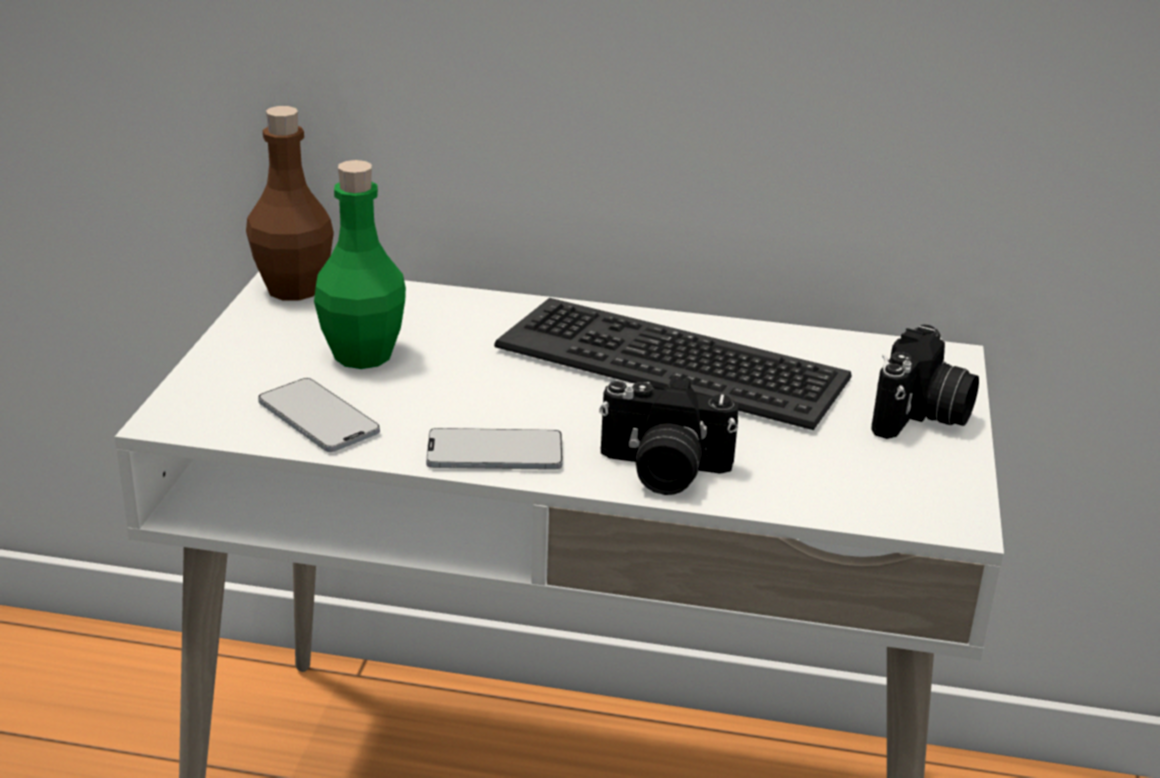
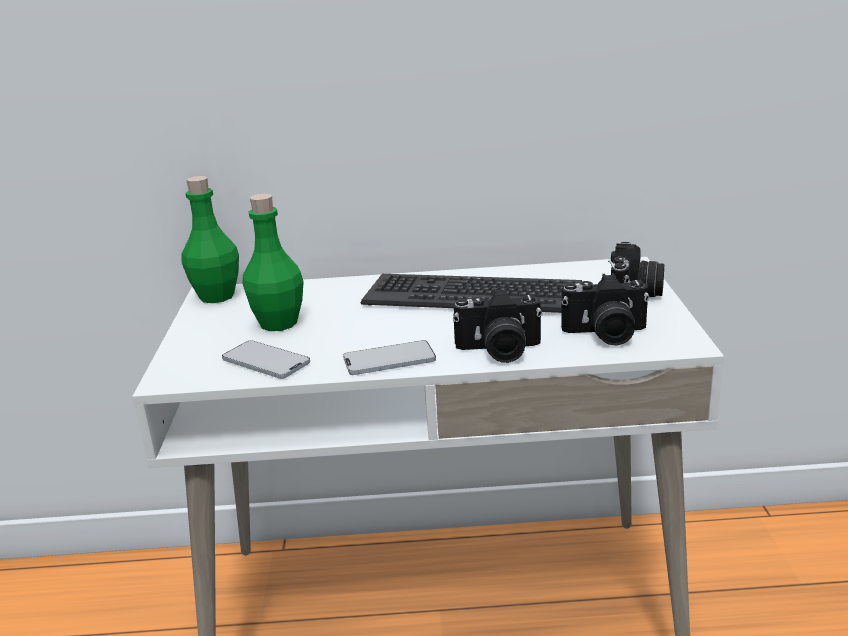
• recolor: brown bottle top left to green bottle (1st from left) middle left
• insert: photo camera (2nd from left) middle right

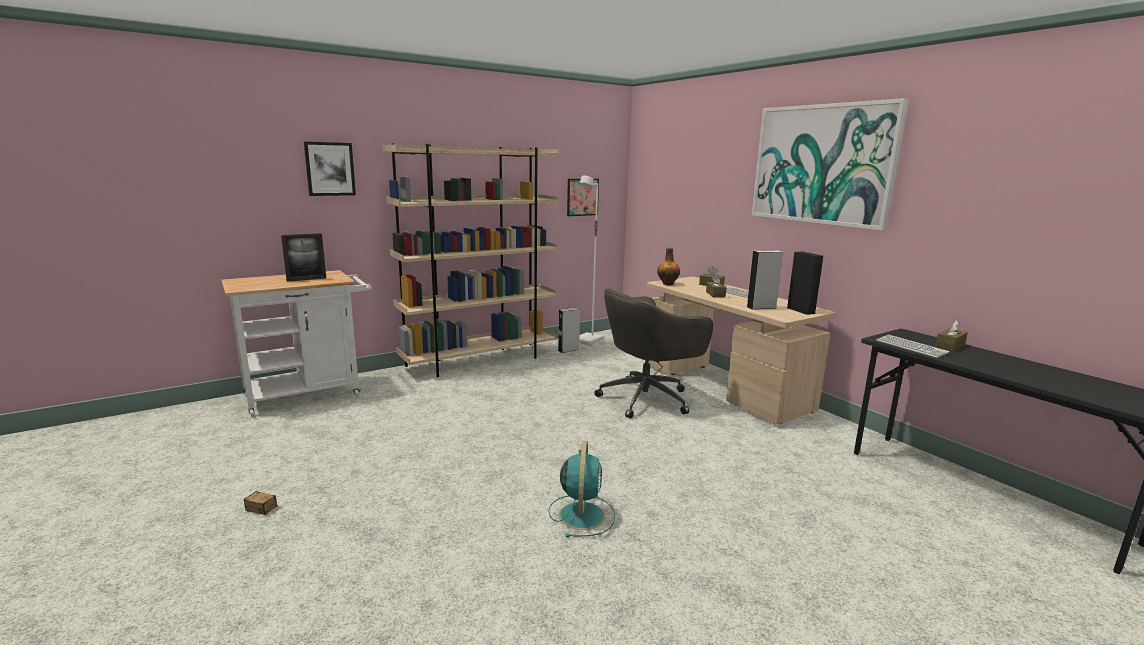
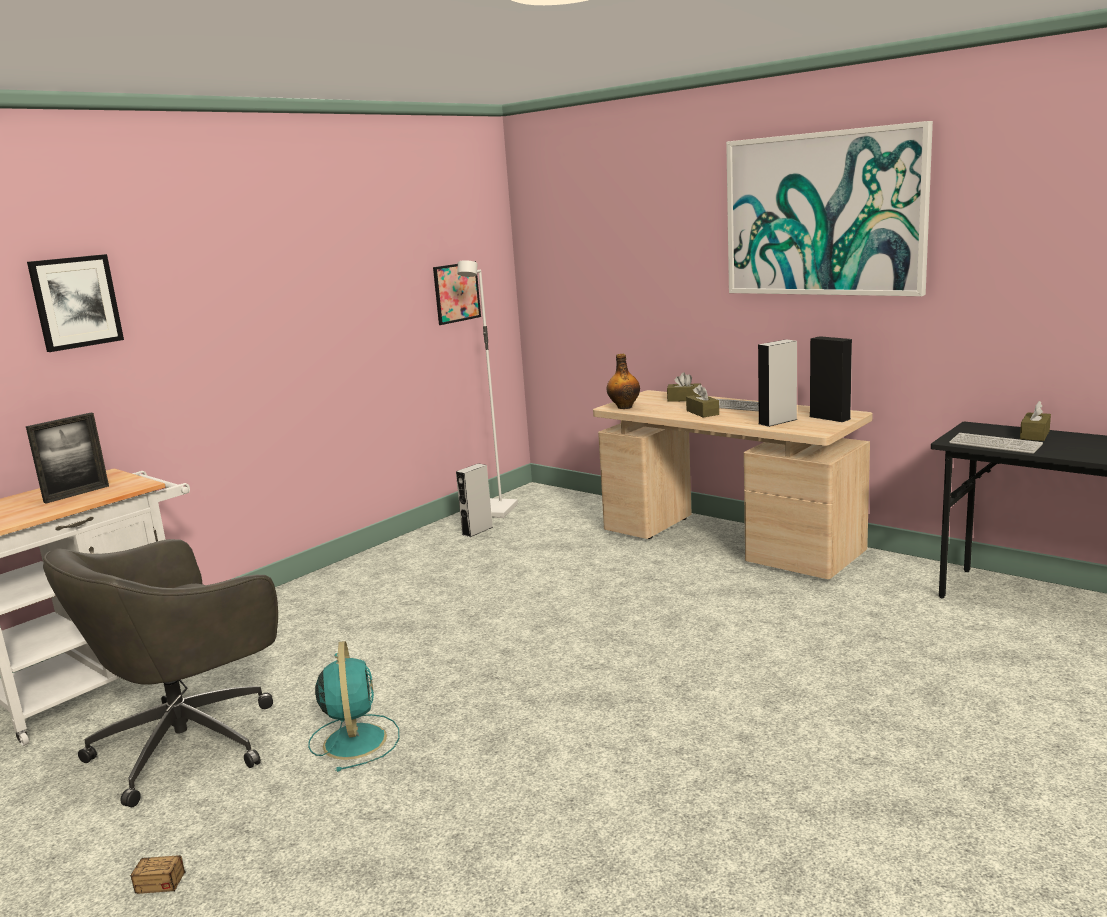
• delete: beige bookcase centre
• move: grey office chair centre to bottom left
• move: turquoise fan bottom centre to bottom left

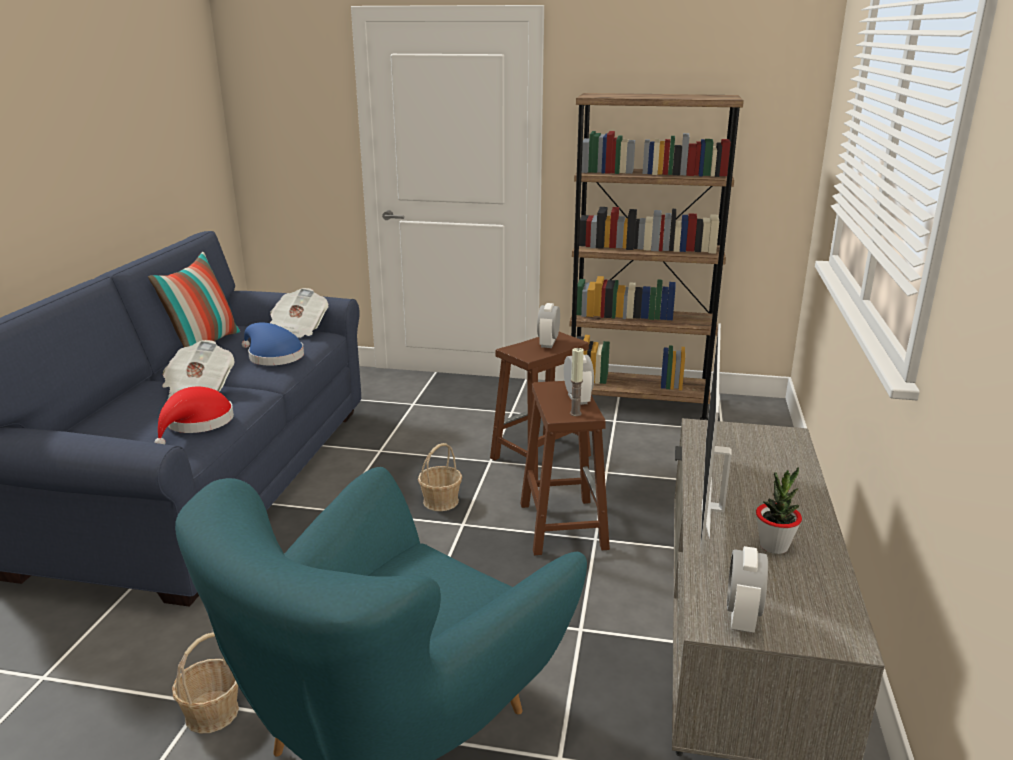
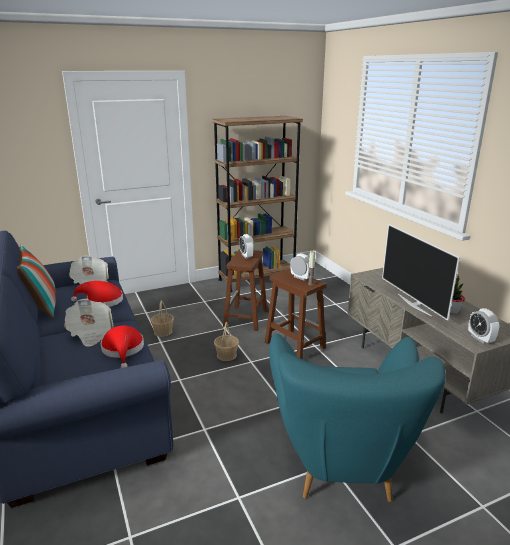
• recolor: blue hat middle left to red hat (1st from left) middle left
• move: basket (1st from left) bottom left to middle left

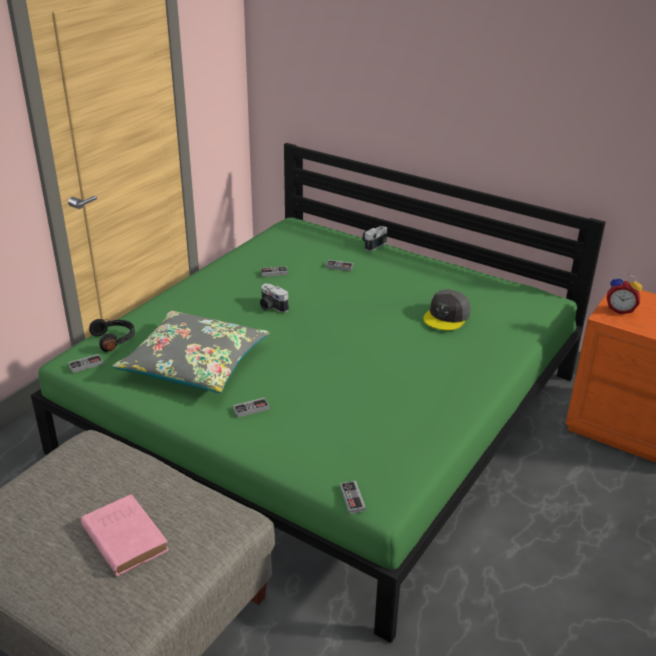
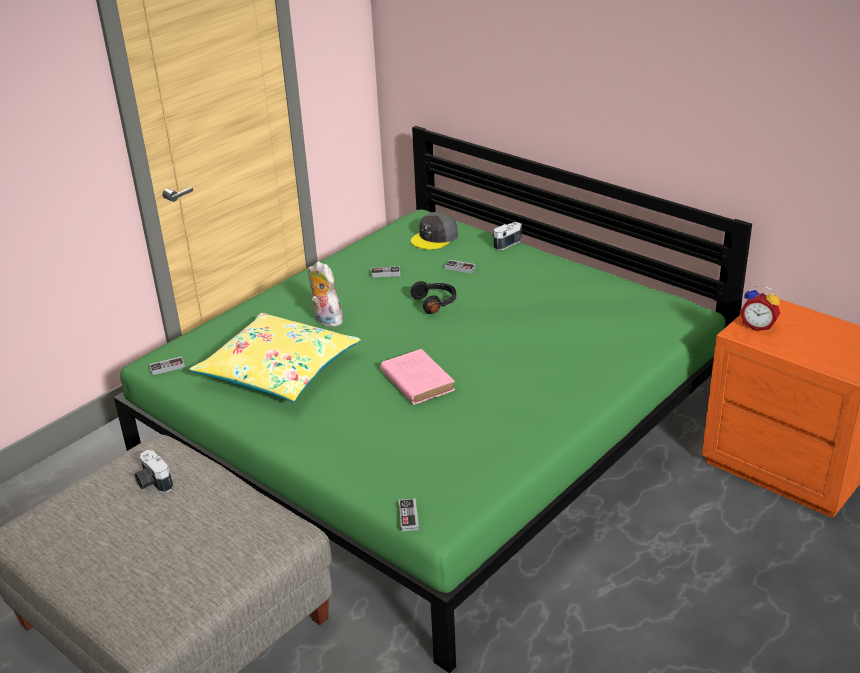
• move: photo camera (1st from left) centre to bottom left
• move: grey cap middle right to centre
• recolor: grey pillow middle left to yellow pillow middle left
• move: black headphones middle left to centre
• delete: game controller (2nd from left) centre
• move: pink book bottom left to centre
• insert: plush toy centre

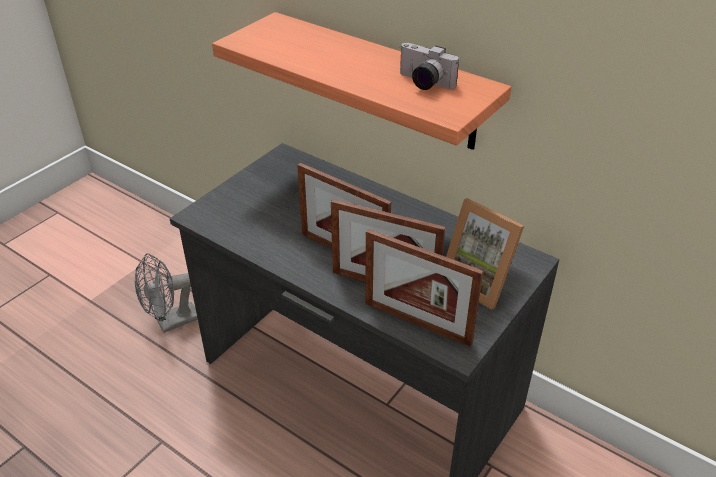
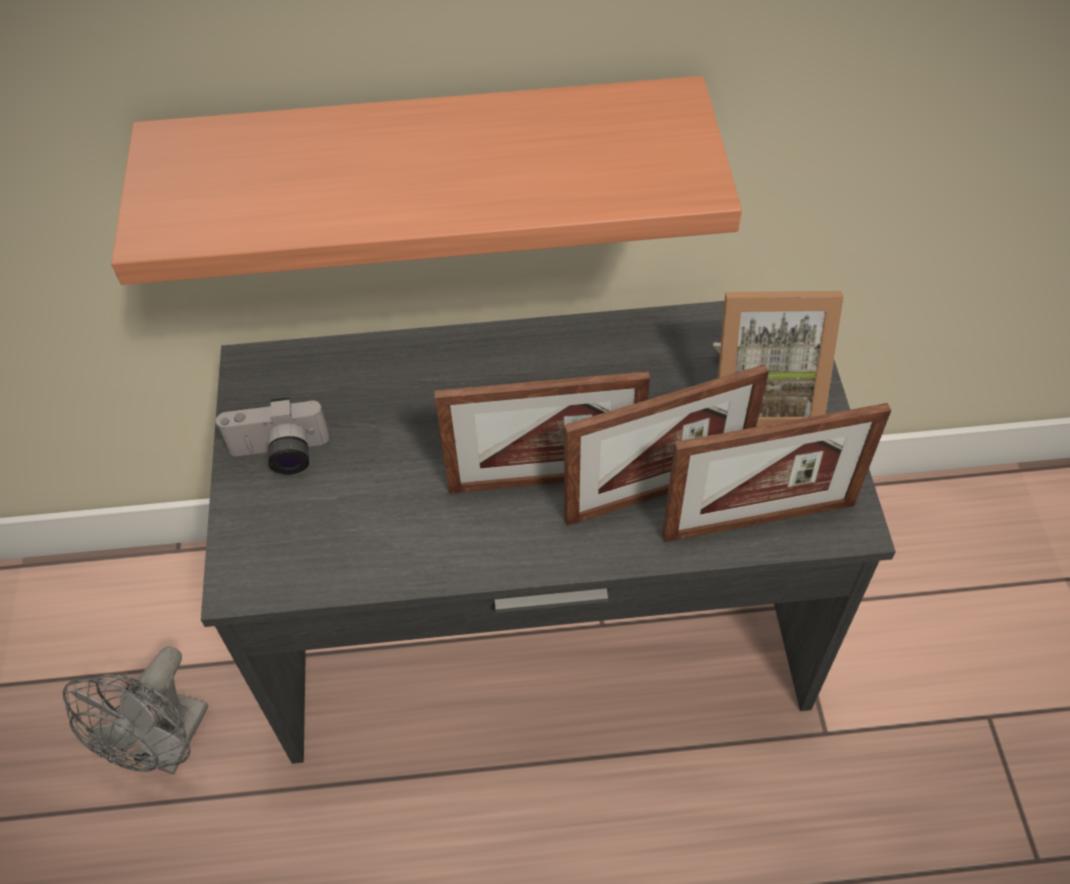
• move: photo camera top centre to middle left

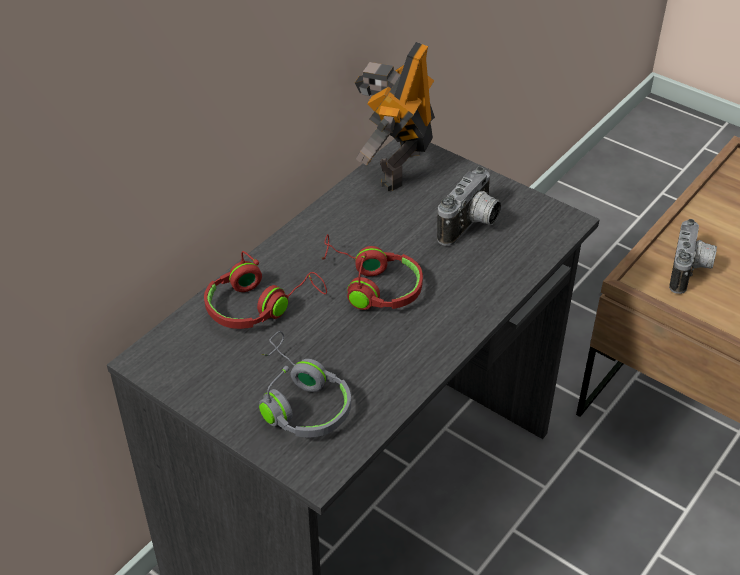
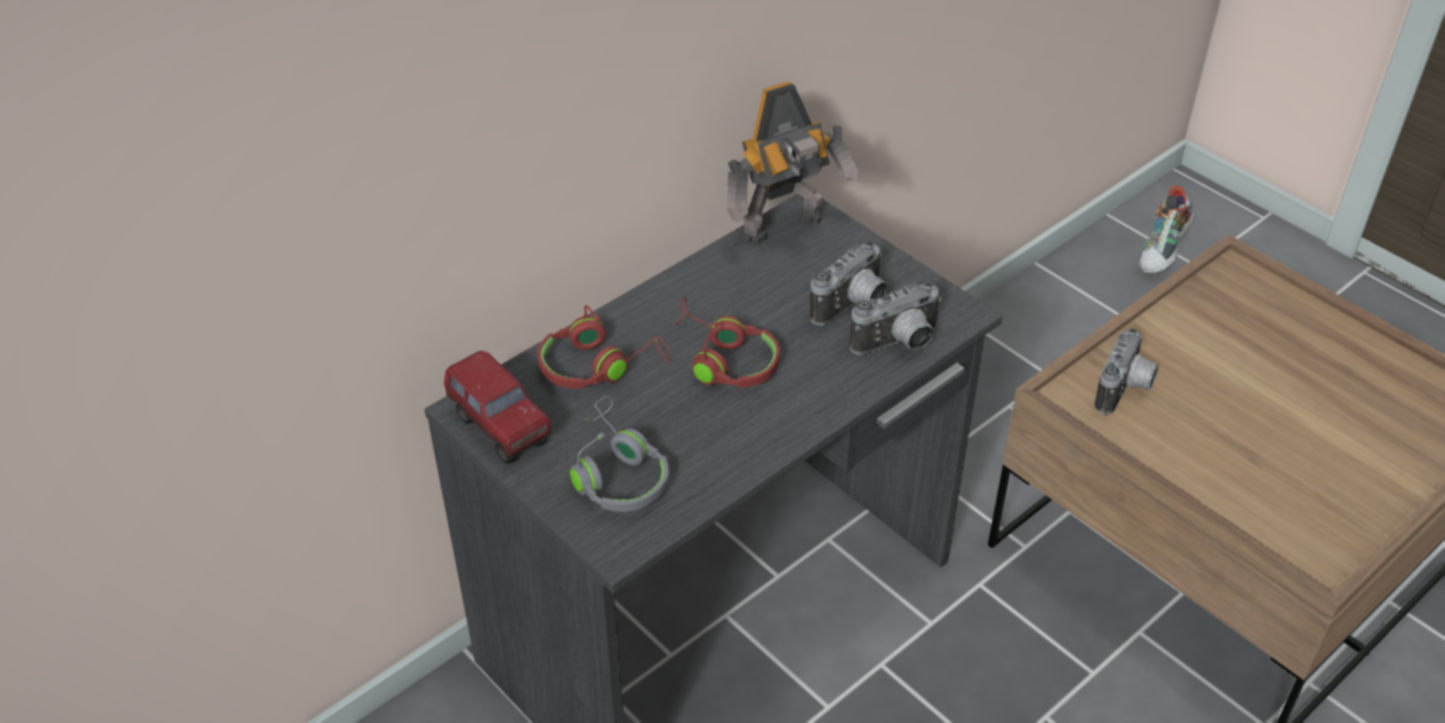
• rotate: toy robot top centre = top centre 150 degrees counterclockwise
• insert: shoe top right
• insert: photo camera (2nd from left) centre
• insert: toy truck centre

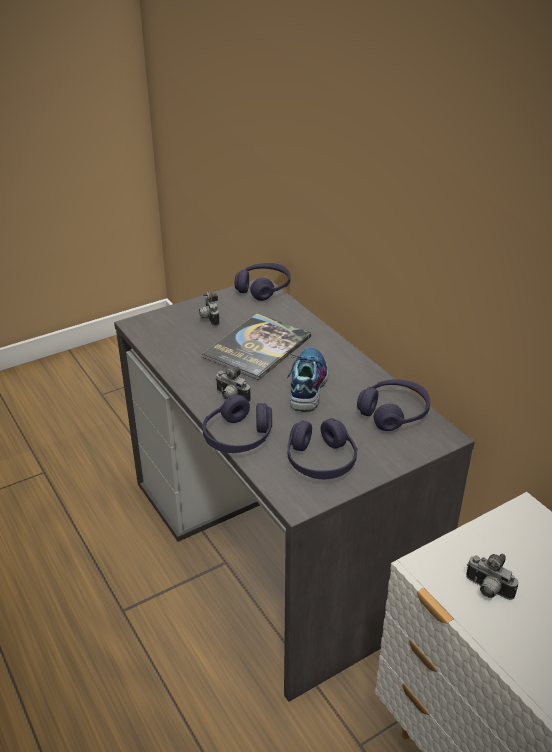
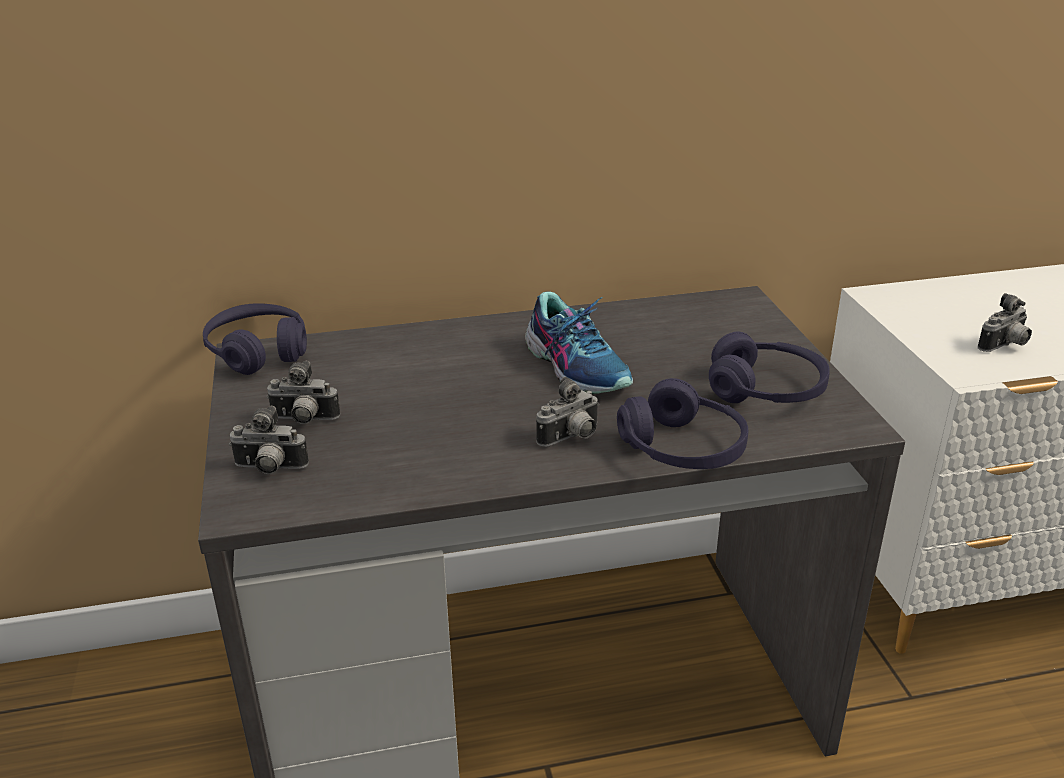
• delete: book centre
• rotate: shoe centre = centre 150 degrees counterclockwise
• delete: purple headphones (4th from left) middle right
• insert: photo camera (1st from left) middle left

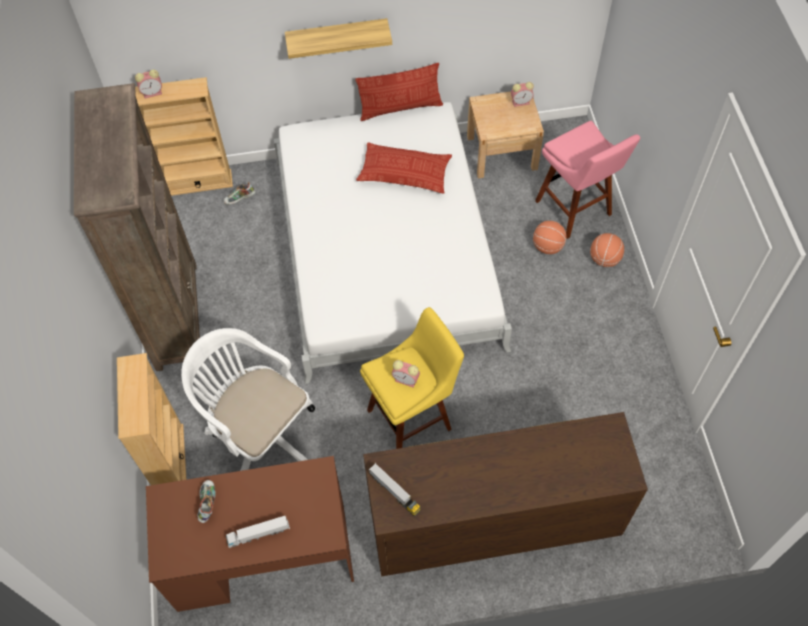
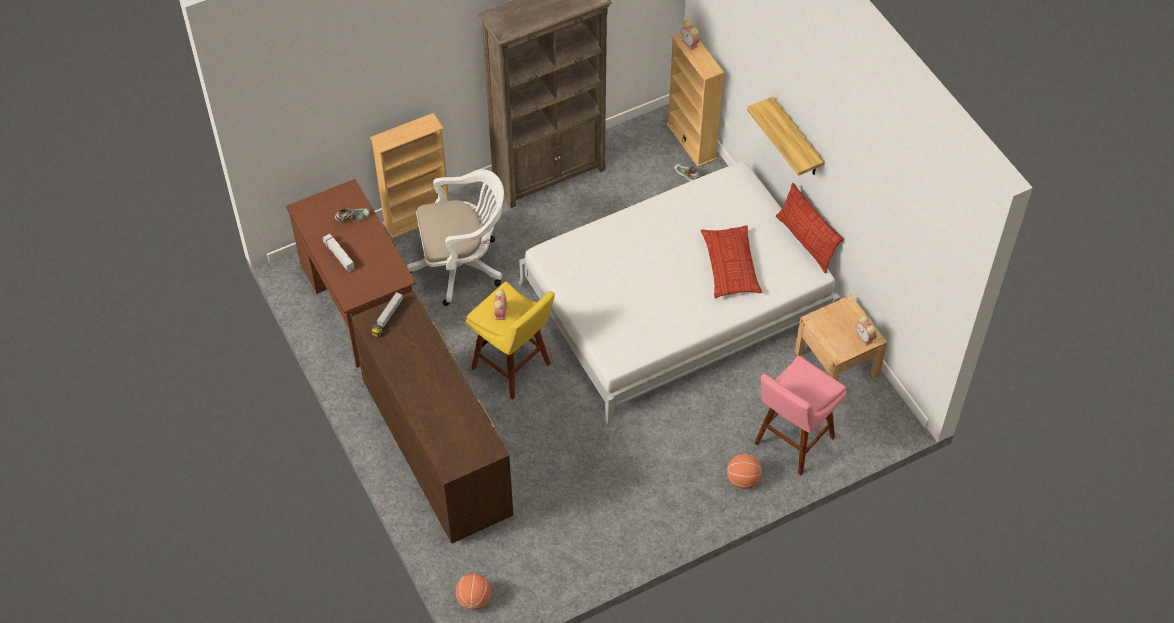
• move: basketball (1st from left) middle right to bottom centre
• rotate: white office chair middle left = centre 60 degrees clockwise

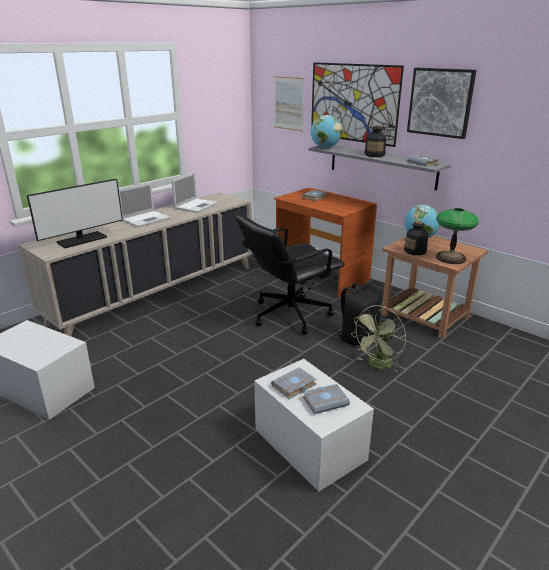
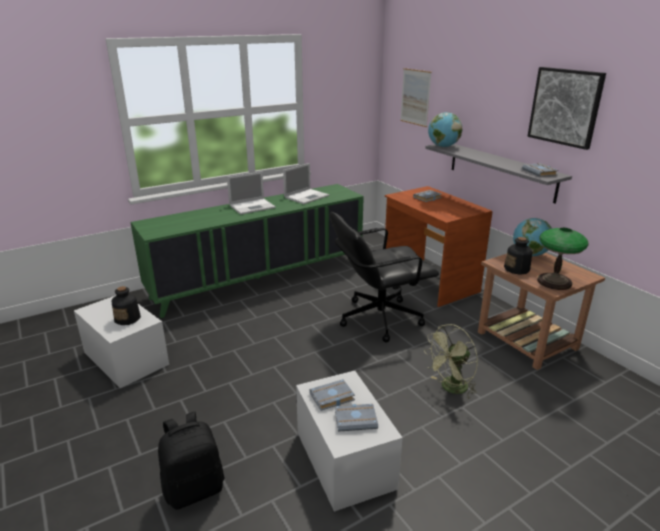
• delete: picture (2nd from left) top centre
• move: bottle (1st from left) top right to middle left
• delete: monitor middle left
• recolor: beige cabinet middle left to green cabinet centre
• move: black backpack centre to bottom left

